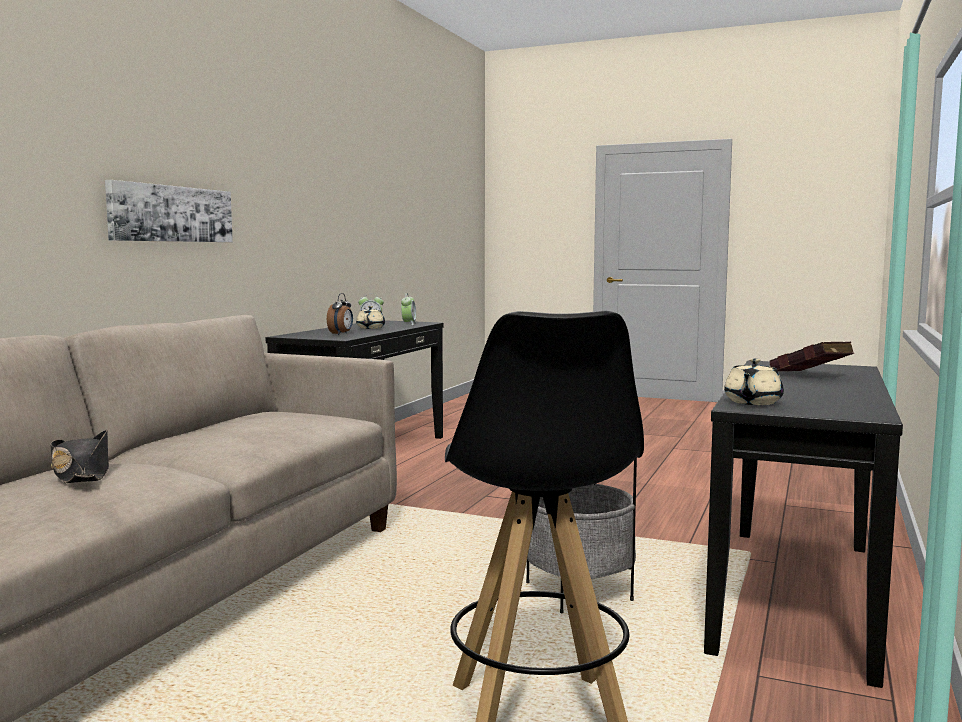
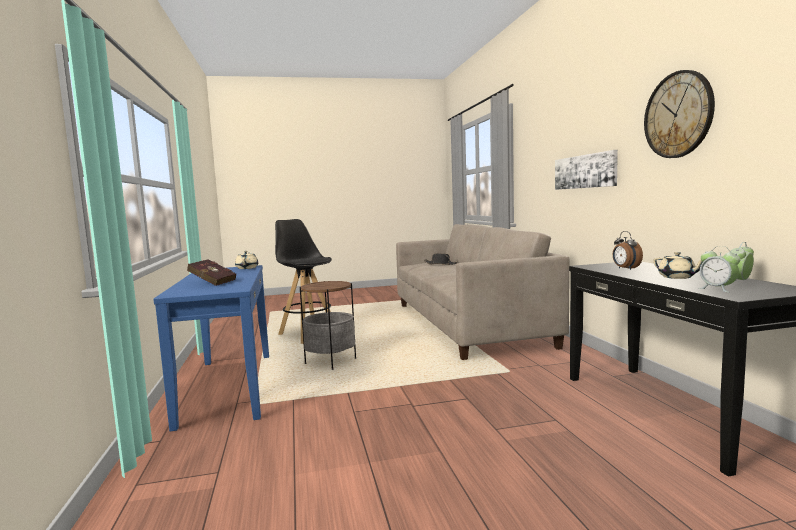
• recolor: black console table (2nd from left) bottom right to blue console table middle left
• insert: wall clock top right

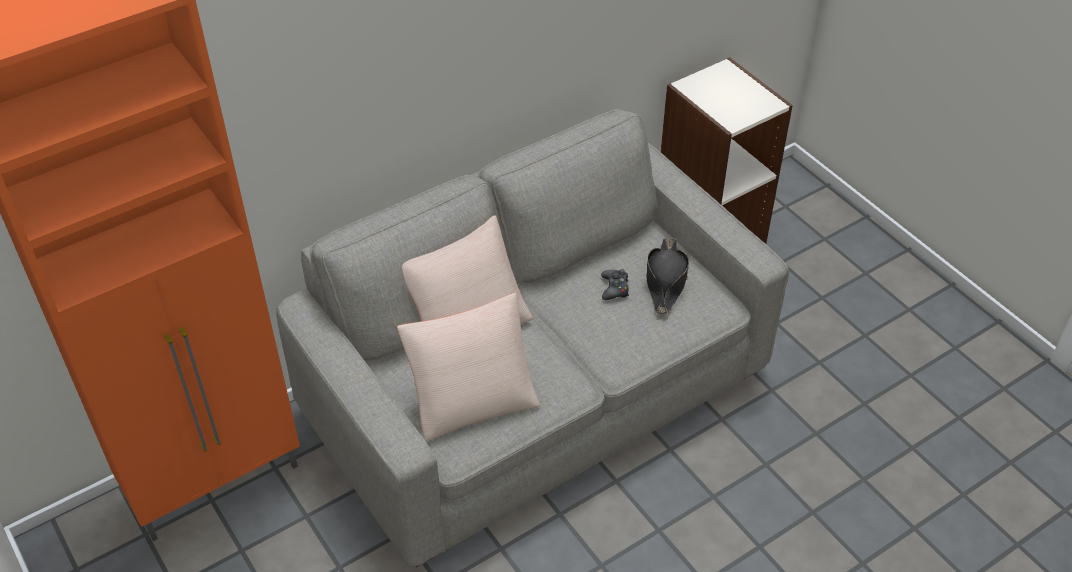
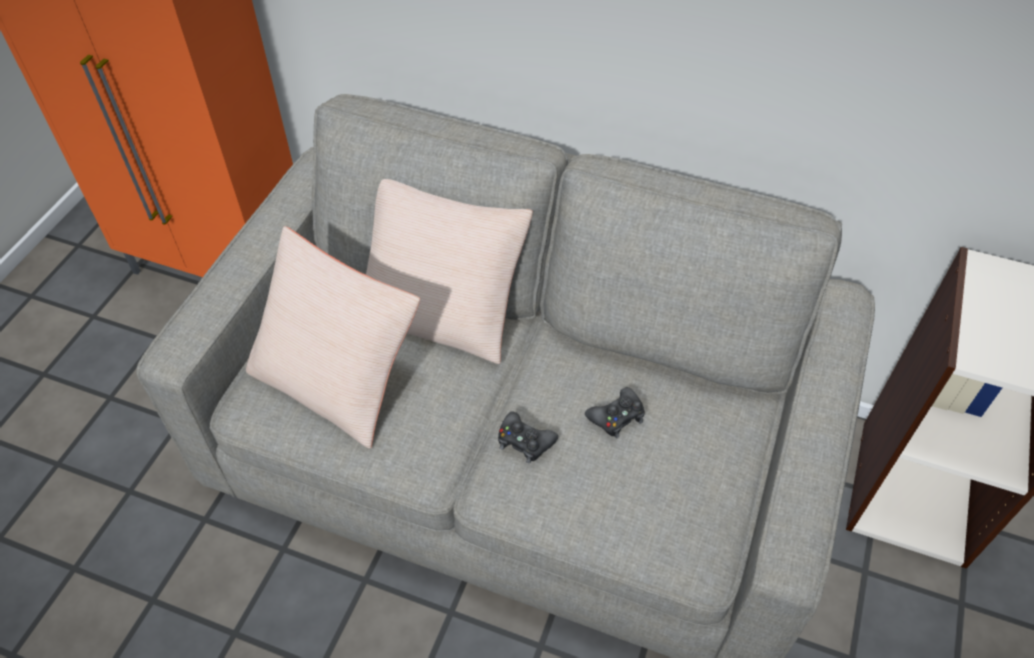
• delete: black hat centre
• insert: black game controller (1st from left) centre

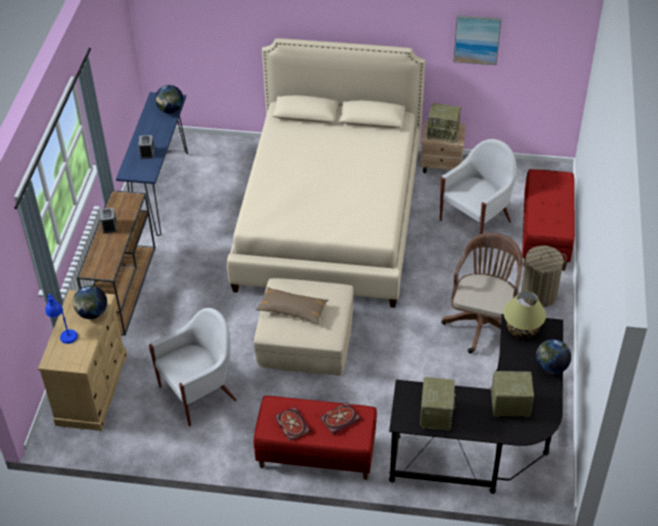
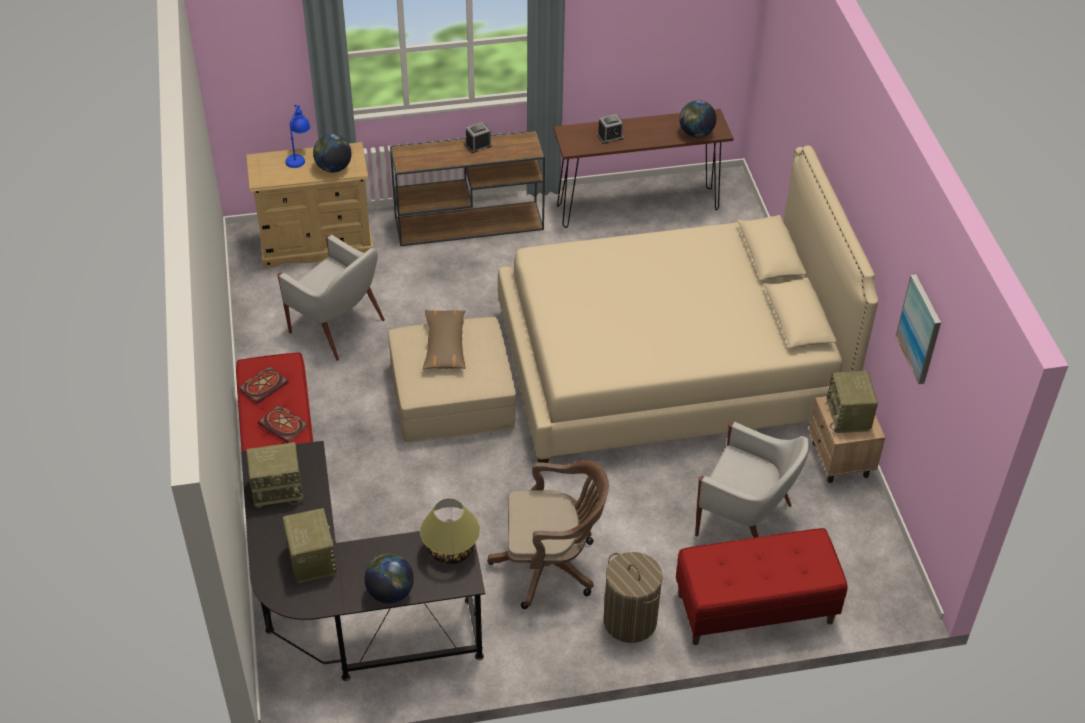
• recolor: blue console table top left to brown console table (2nd from left) top centre

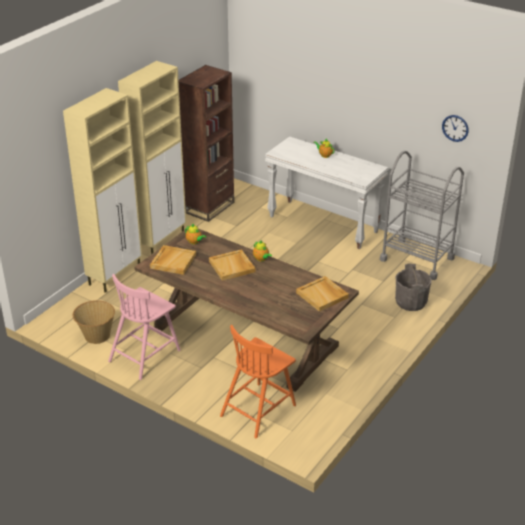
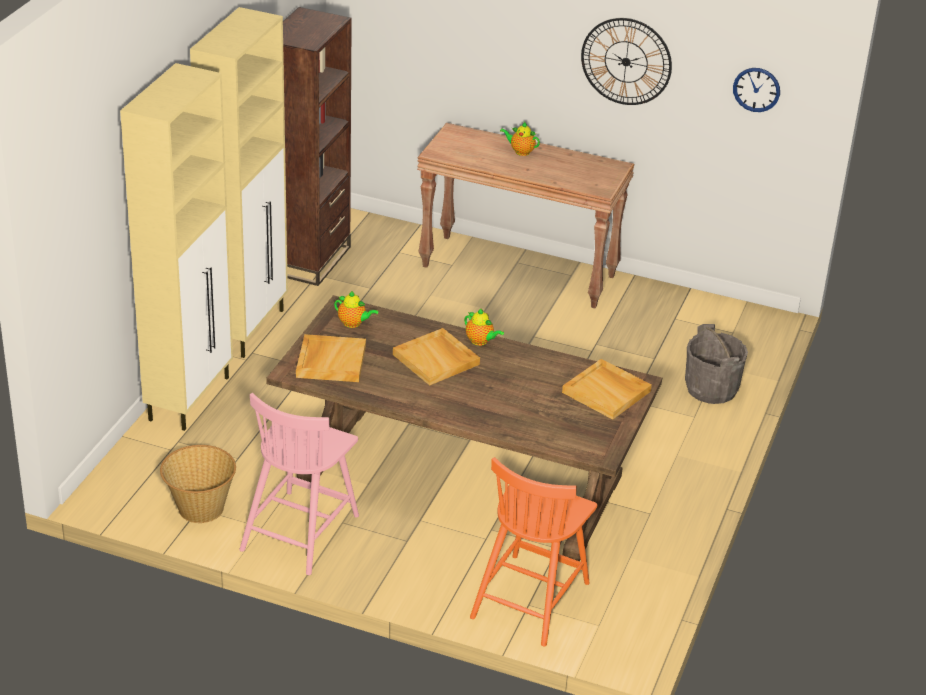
• recolor: white console table centre to brown console table top centre
• delete: grey cart middle right
• insert: wall clock (1st from left) top right

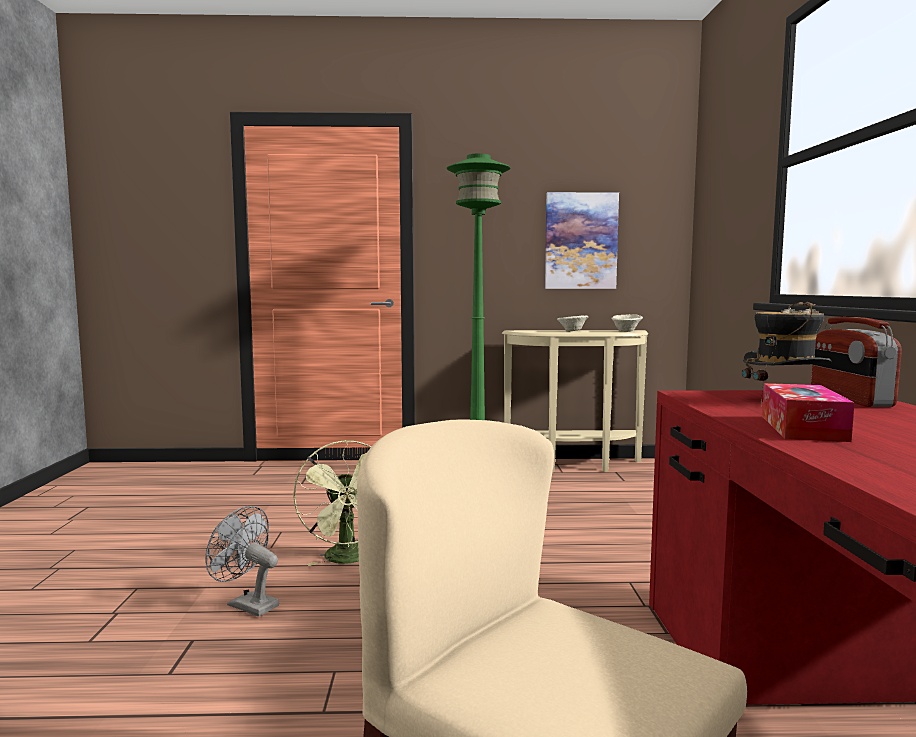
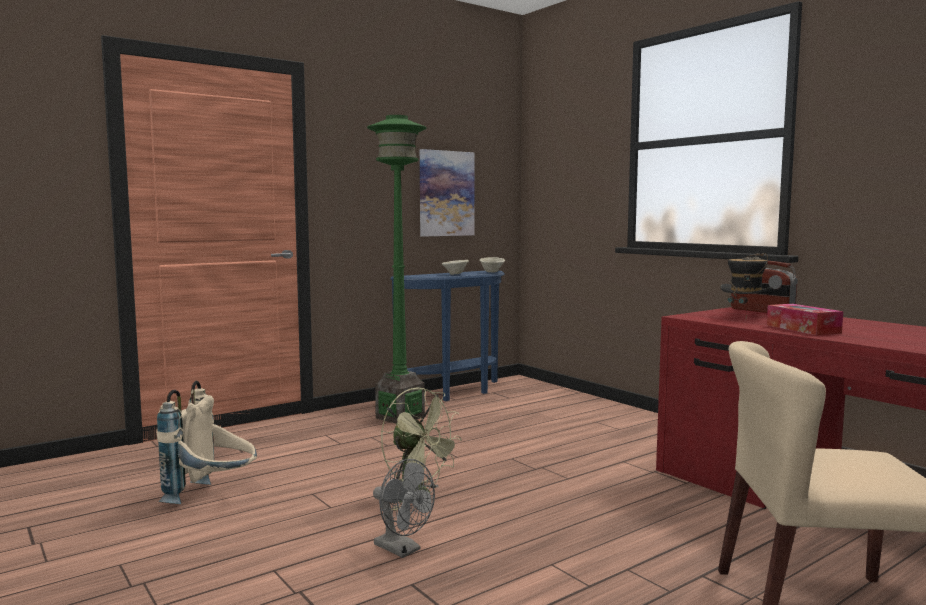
• recolor: beige console table centre to blue console table centre
• rotate: grey fan bottom left = bottom centre 135 degrees counterclockwise
• insert: beige backpack bottom left

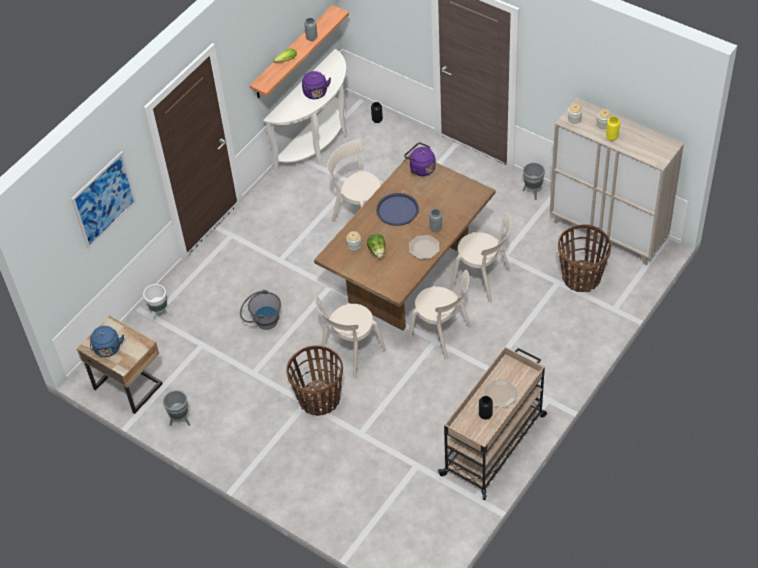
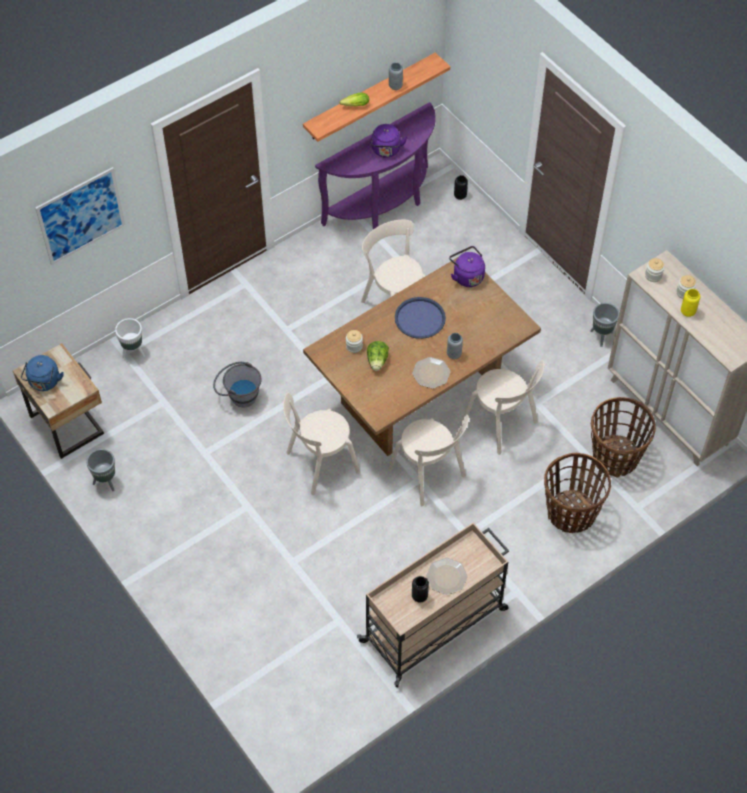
• recolor: white console table top centre to purple console table top centre
• move: basket (1st from left) bottom centre to middle right

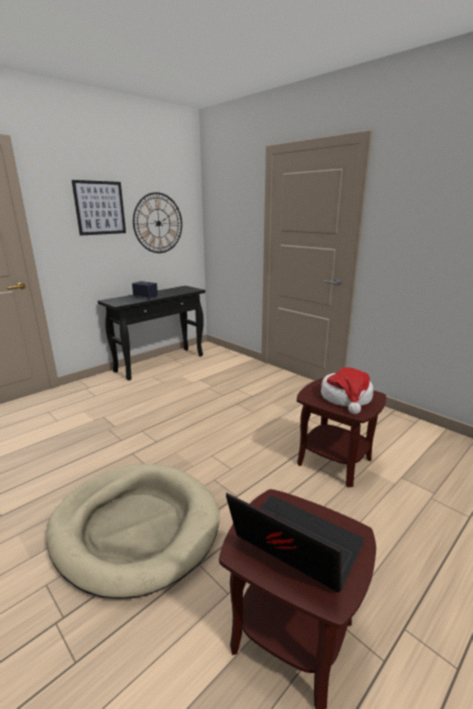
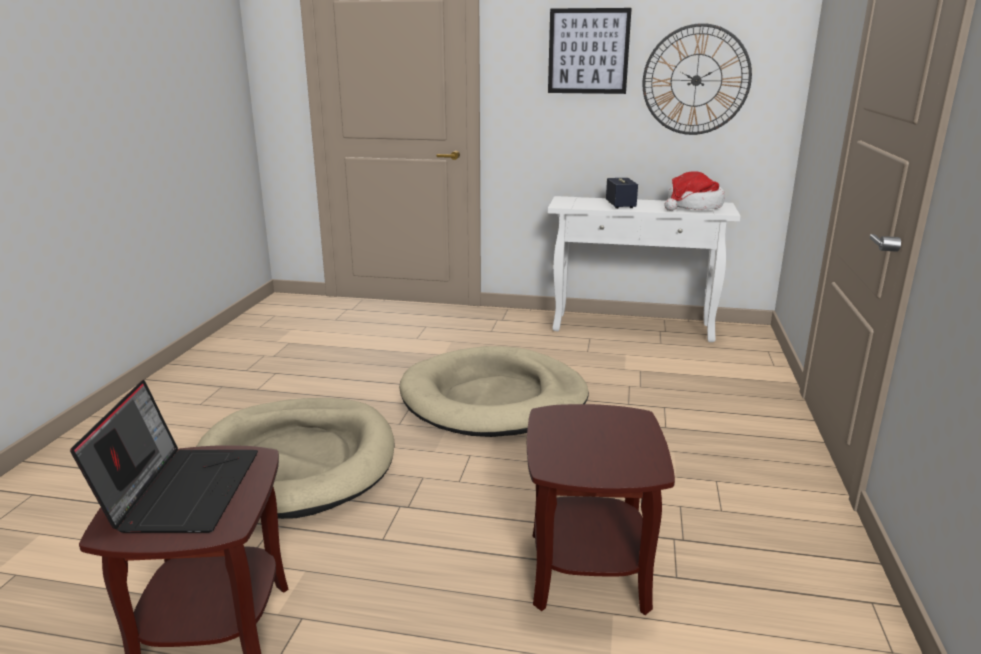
• recolor: black console table middle left to white console table centre
• move: hat middle right to top right
• insert: beige dog bed (2nd from left) centre

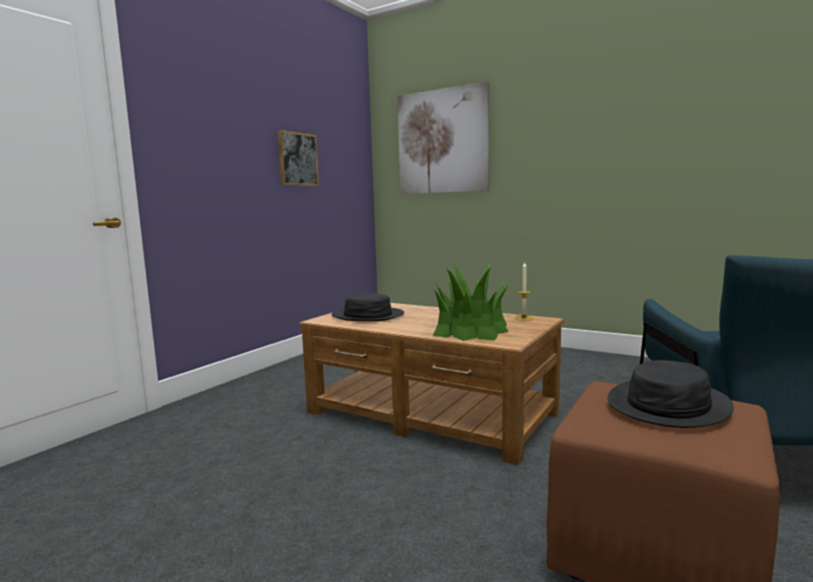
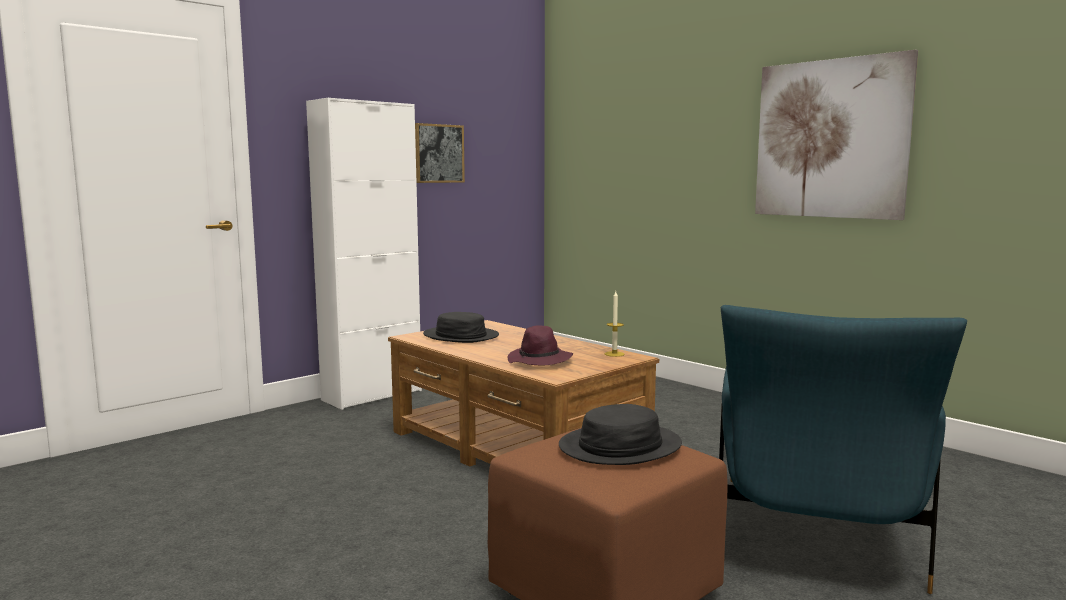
• move: picture (2nd from left) top centre to top right
• replace: potted plant centre to purple hat centre
• insert: white cabinet centre

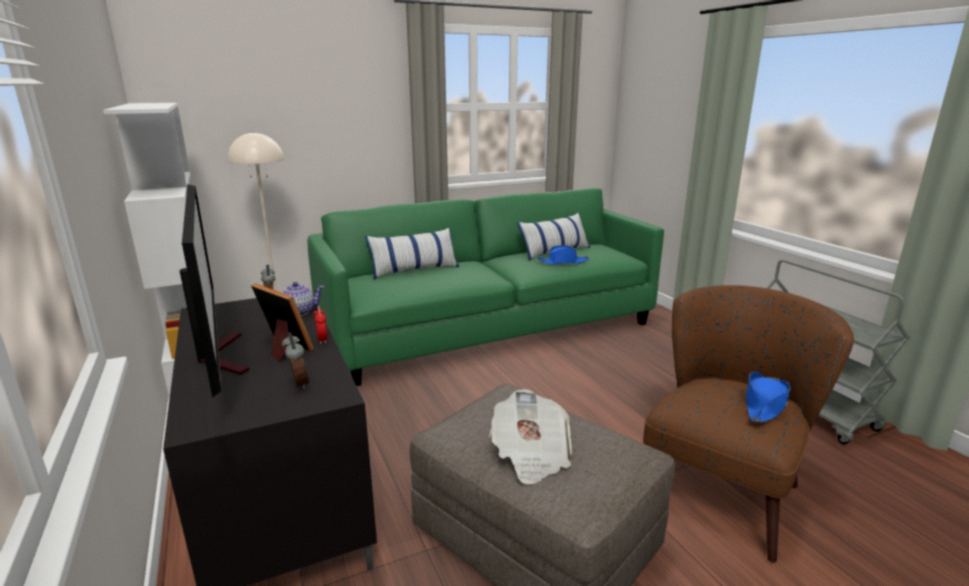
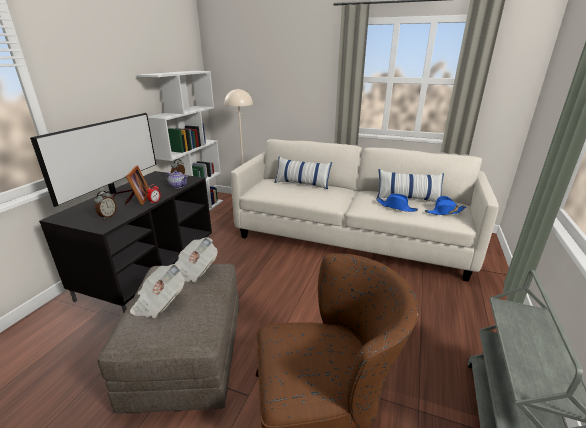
• recolor: green sofa centre to white sofa centre
• move: blue hat (2nd from left) bottom right to middle right
• insert: newspaper (2nd from left) centre

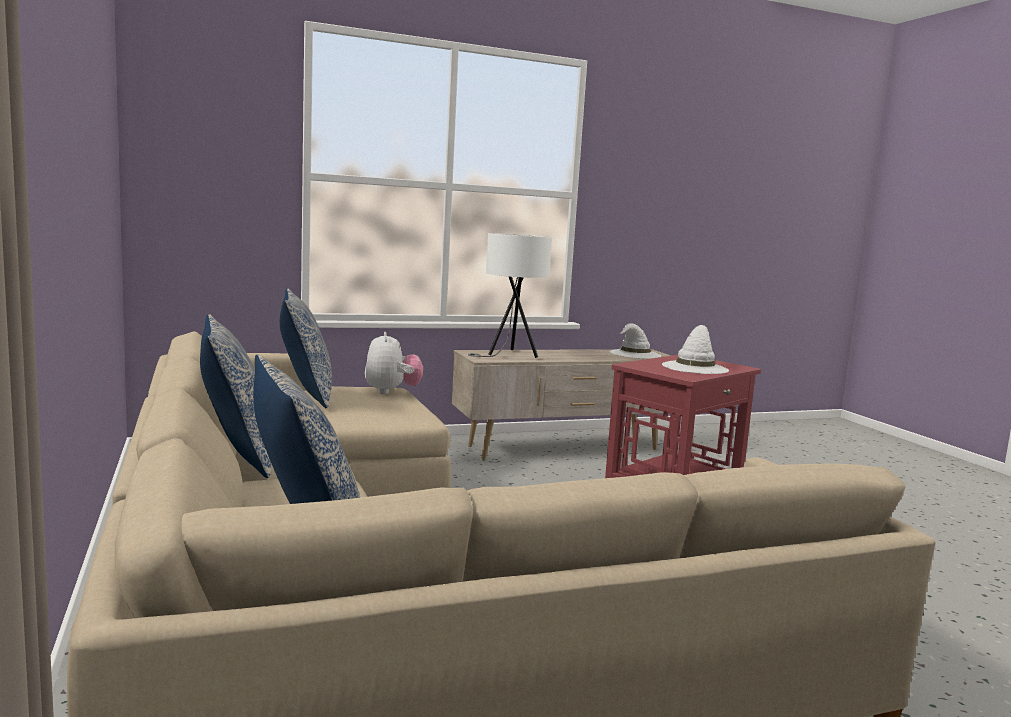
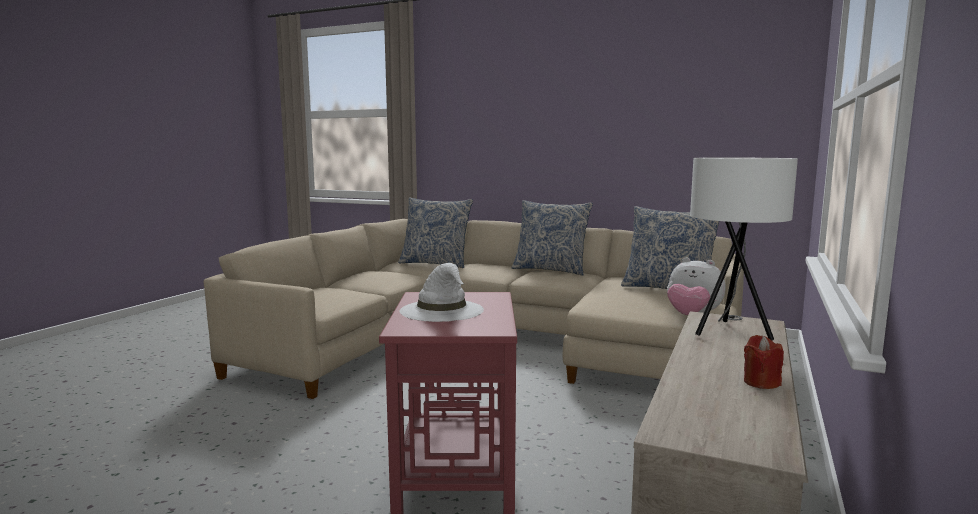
• delete: white hat (1st from left) centre
• insert: red candle bottom right

